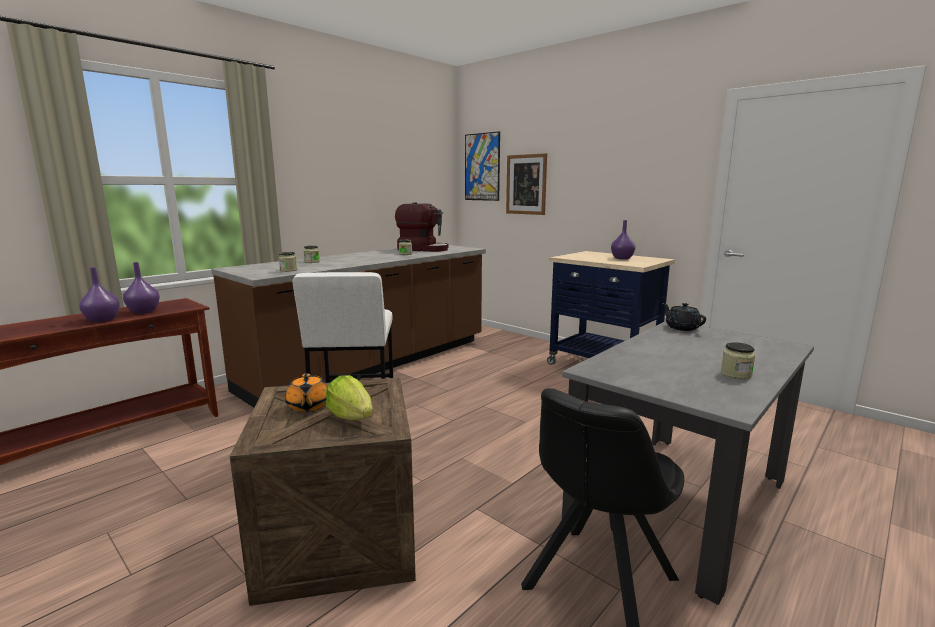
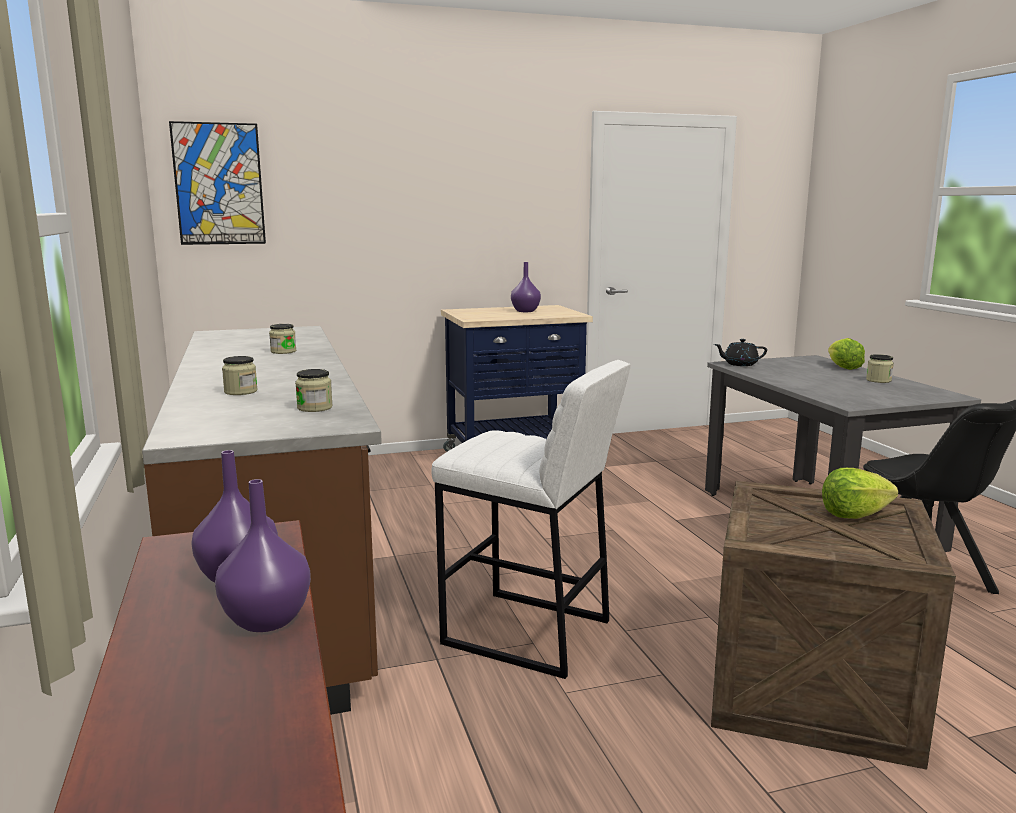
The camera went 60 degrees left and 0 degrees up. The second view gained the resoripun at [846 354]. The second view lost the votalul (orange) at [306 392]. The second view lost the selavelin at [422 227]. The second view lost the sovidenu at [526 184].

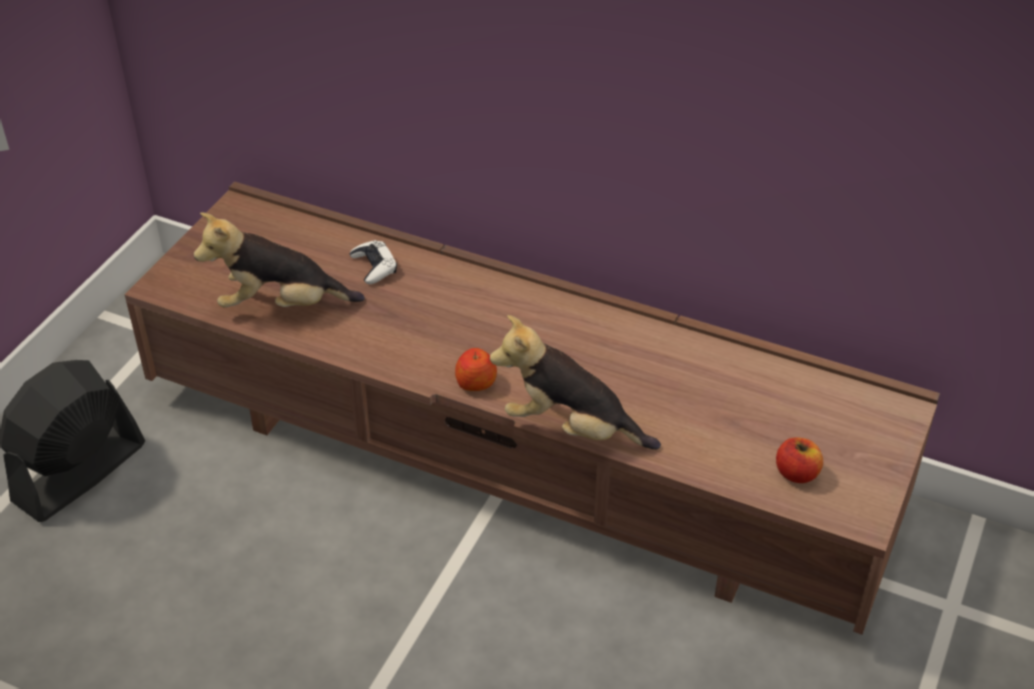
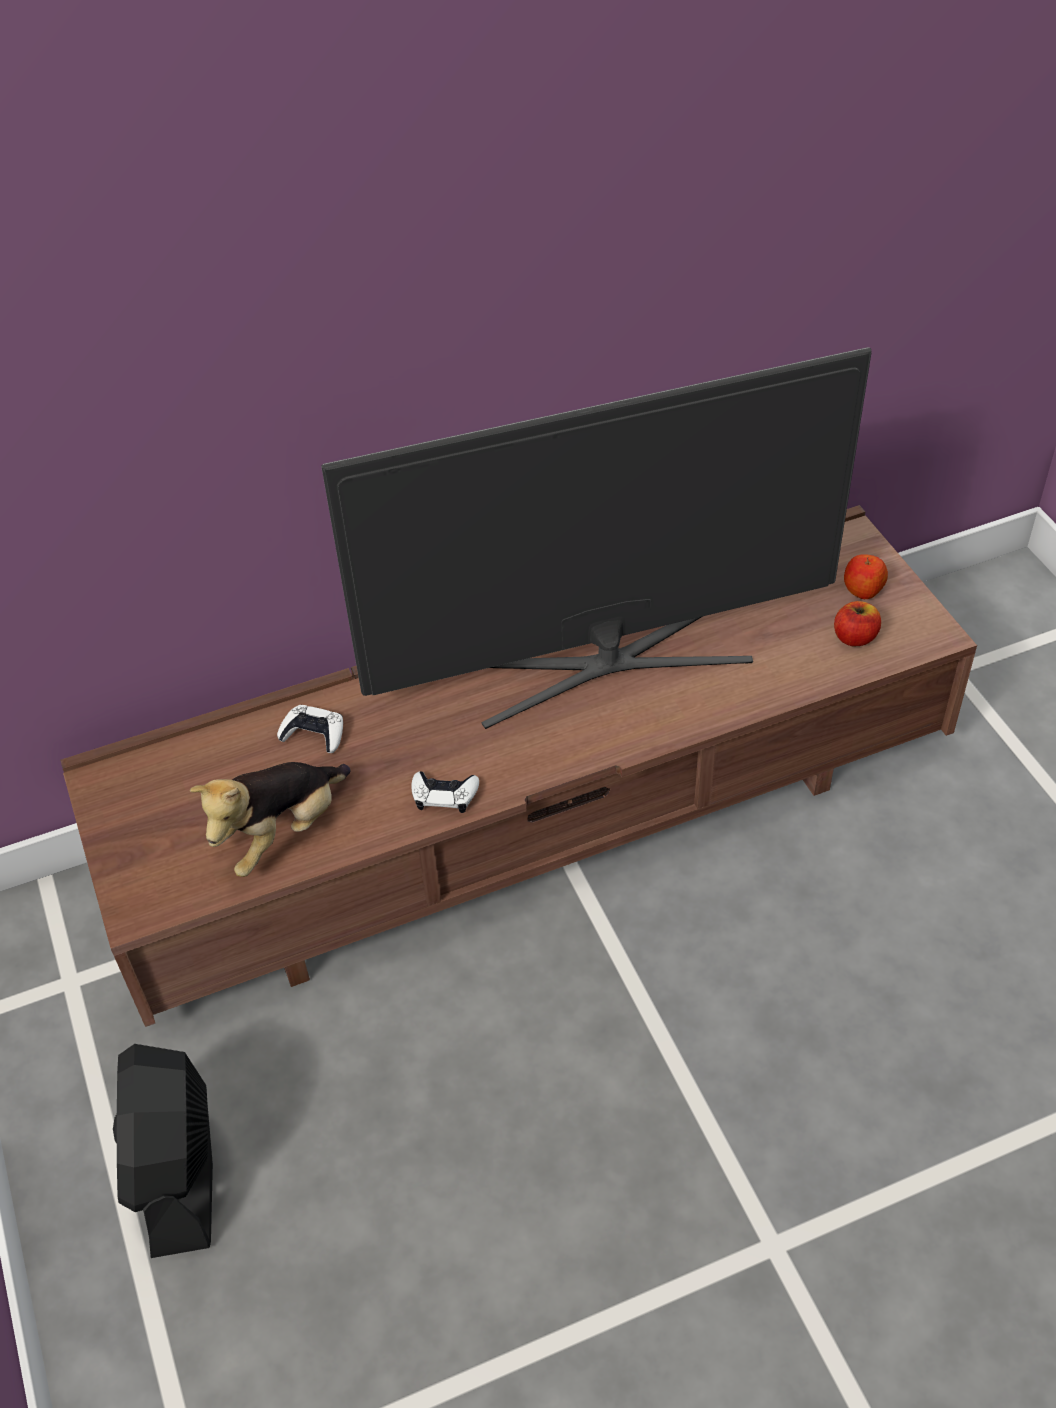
The camera went 45 degrees left and 5 degrees up. The second view gained the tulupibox at [596 538]. The second view gained the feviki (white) at [445 792]. The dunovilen ended up elsewhere, having gone from [476 369] to [866 576]. The second view lost the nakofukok at [575 382].

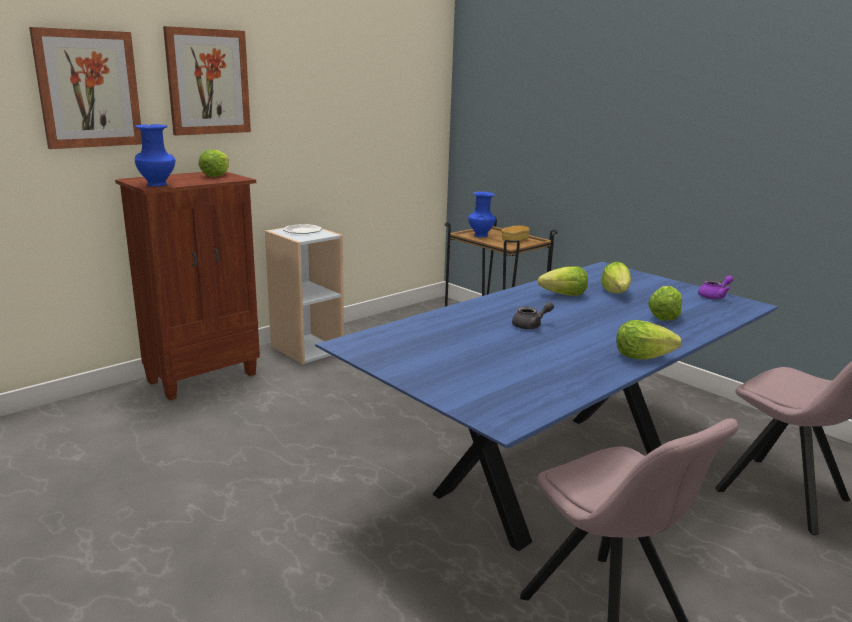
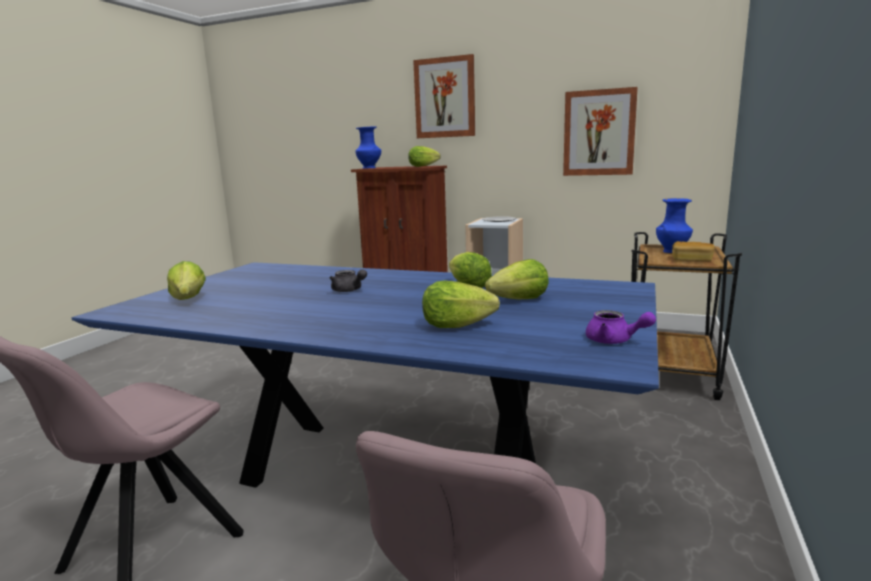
The camera went 65 degrees right and 5 degrees down. The resoripun ended up elsewhere, having gone from [648 339] to [186 280]. The sovidenu ended up elsewhere, having gone from [85 88] to [600 131].

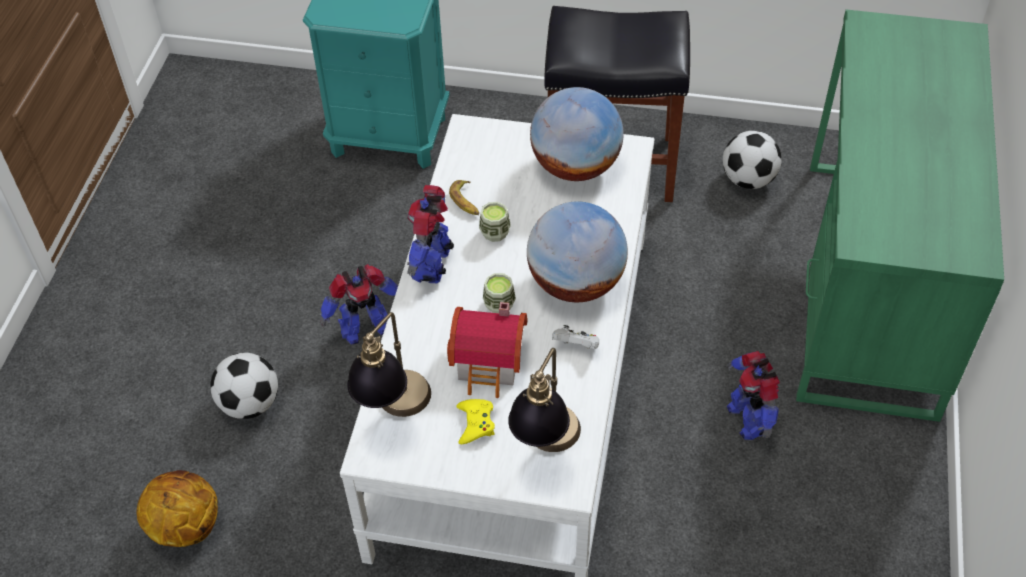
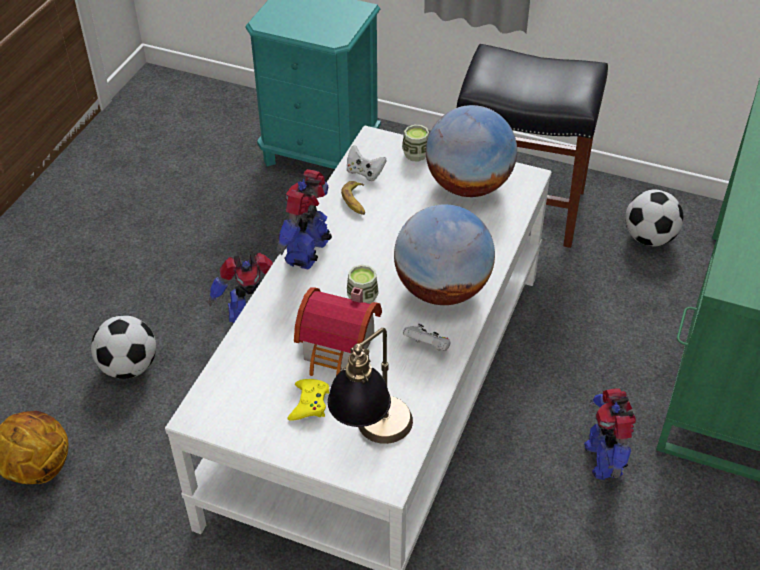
The camera went 10 degrees right and 5 degrees down. The second view gained the feviki (white) at [367 163]. The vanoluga ended up elsewhere, having gone from [495 222] to [415 143]. The second view lost the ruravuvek at [389 364].

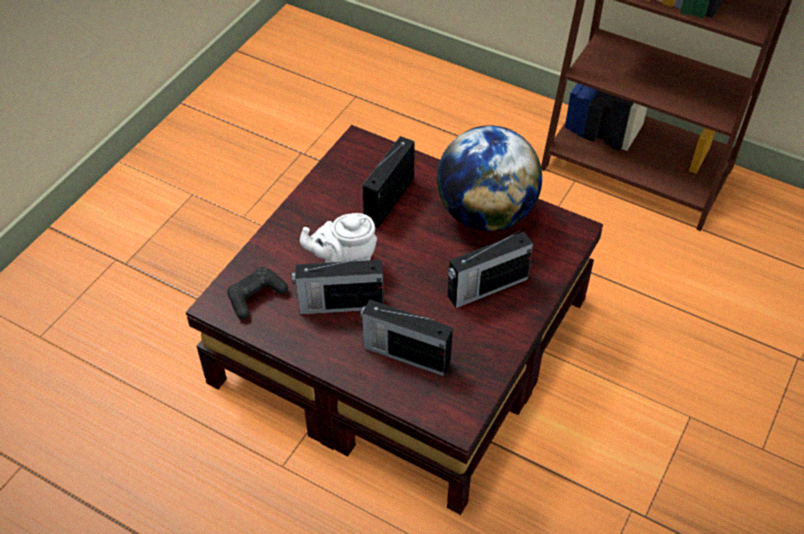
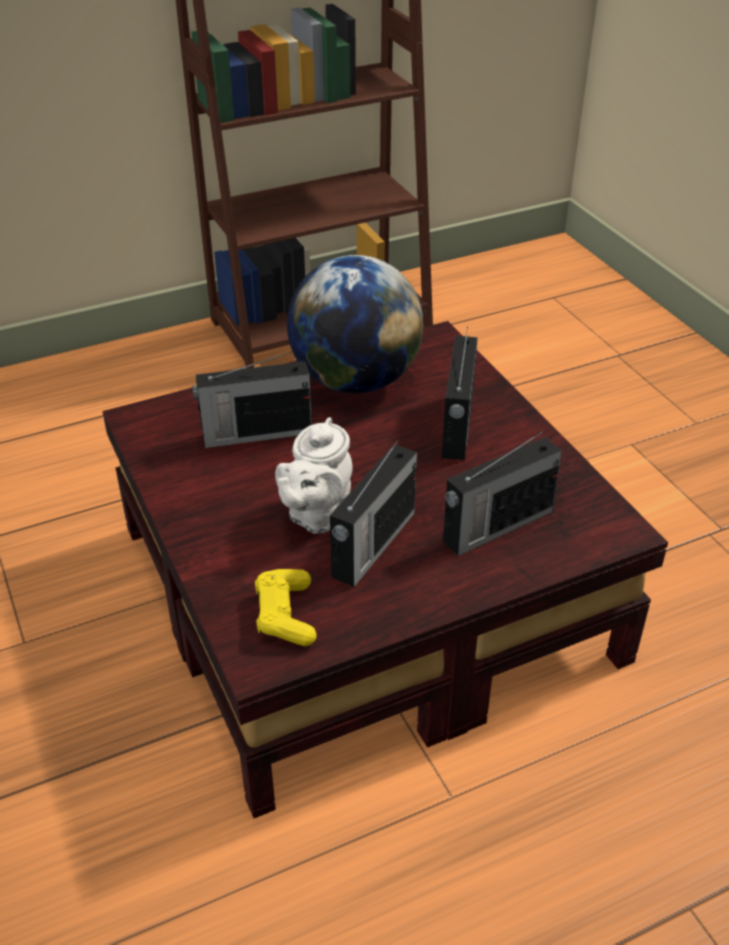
The camera went 55 degrees left and 10 degrees down. The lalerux at [388 182] ended up facing another way, 75 degrees counterclockwise from before. What was the feviki (black) at [257 293] turned into the feviki (yellow) at [286 607].

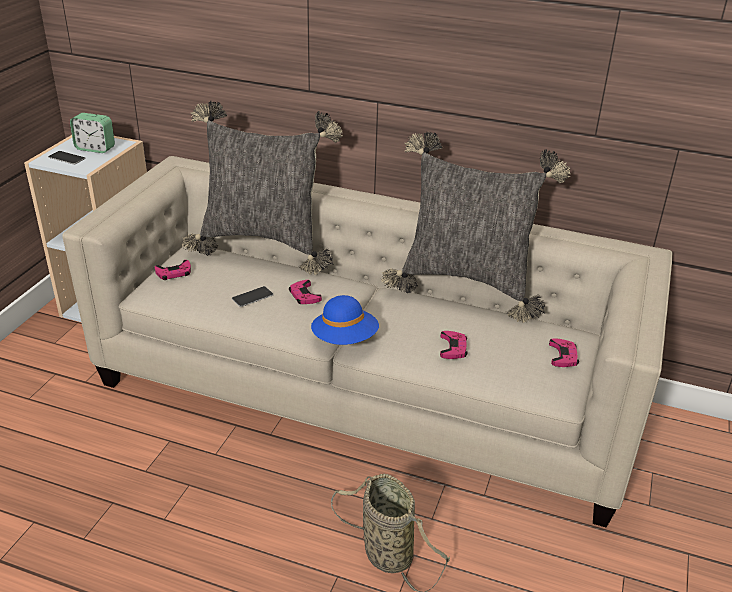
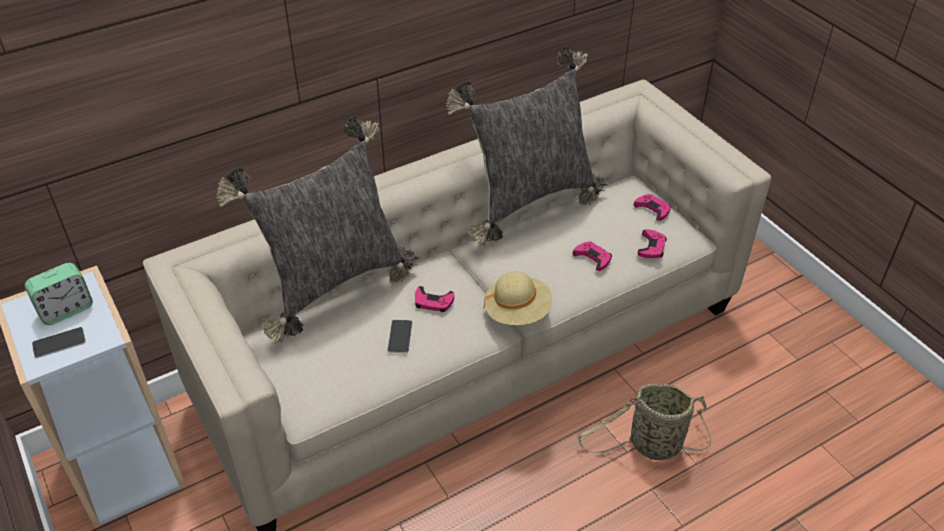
The camera went 50 degrees left and 10 degrees up. What was the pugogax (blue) at [345 320] turned into the pugogax (beige) at [518 298]. The feviki (pink) ended up elsewhere, having gone from [173 270] to [652 243].

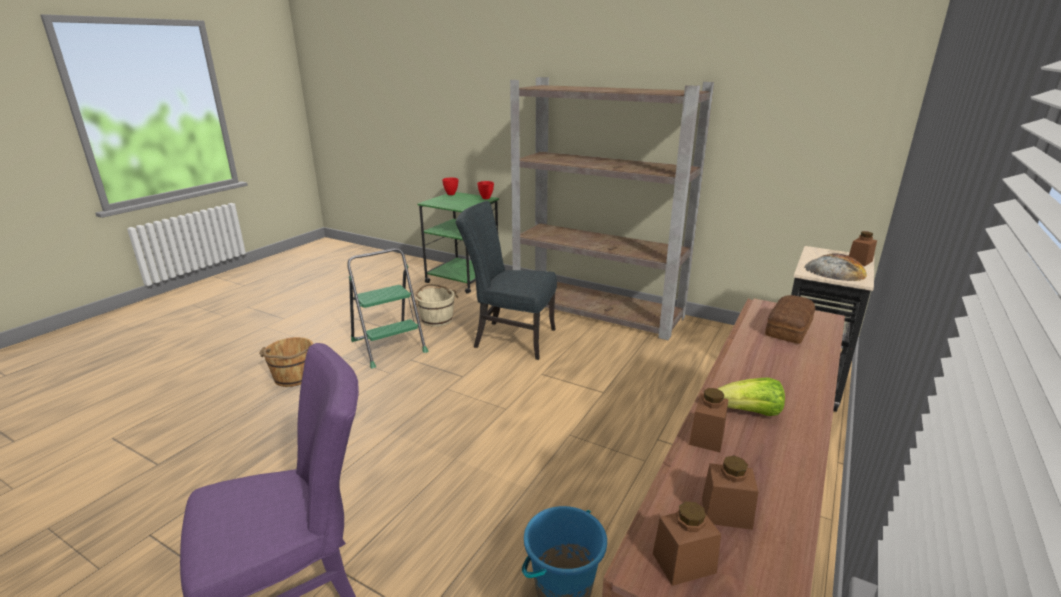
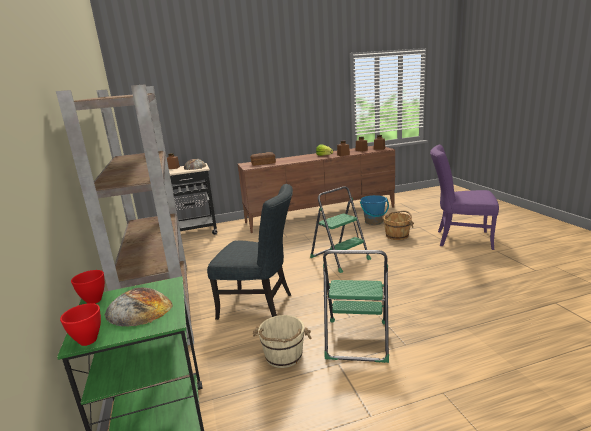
The camera went 135 degrees left and 5 degrees down. The second view gained the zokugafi at [139 307]. The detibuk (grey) at [506 280] ended up facing another way, 45 degrees counterclockwise from before. The second view gained the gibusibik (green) at [340 229]. The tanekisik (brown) ended up elsewhere, having gone from [286 362] to [398 225].

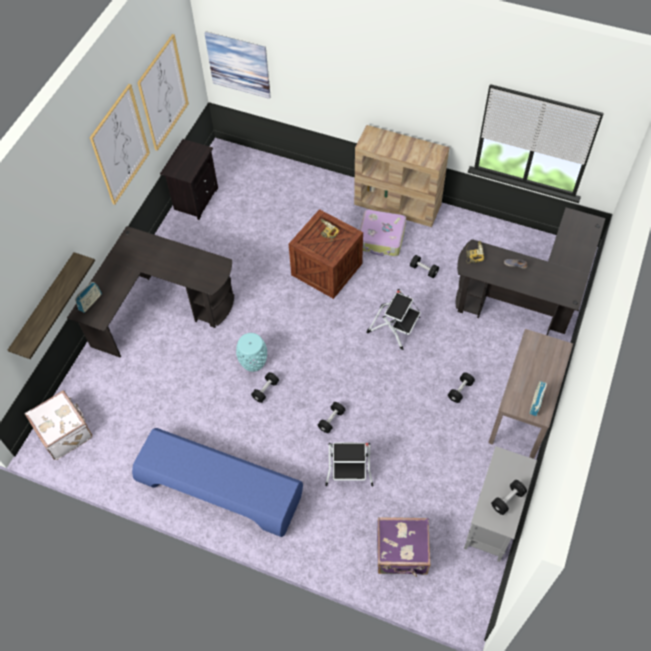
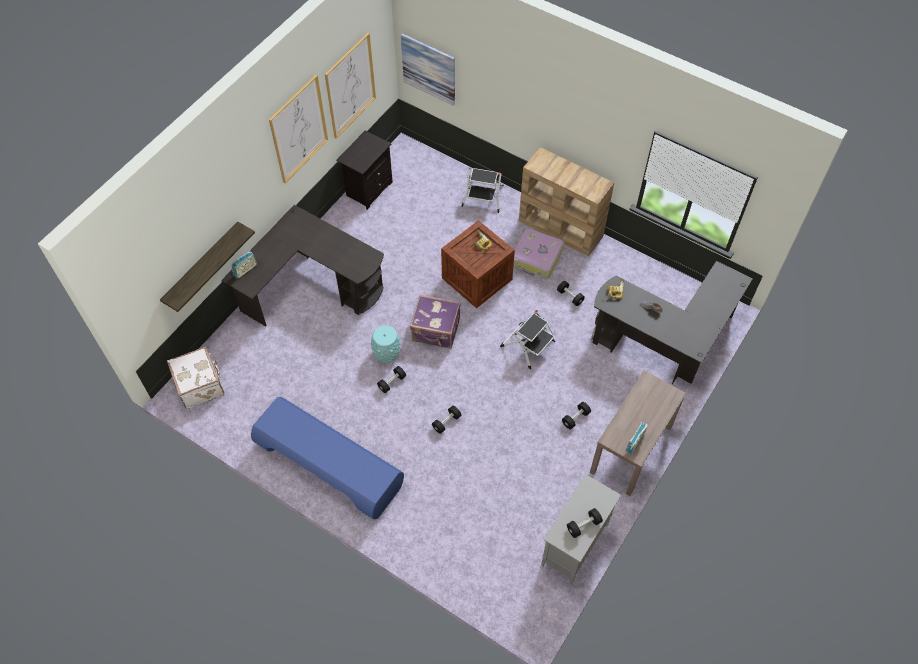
The camera went 10 degrees right and 0 degrees up. The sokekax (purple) ended up elsewhere, having gone from [404 547] to [435 322]. The gibusibik ended up elsewhere, having gone from [349 464] to [483 190].

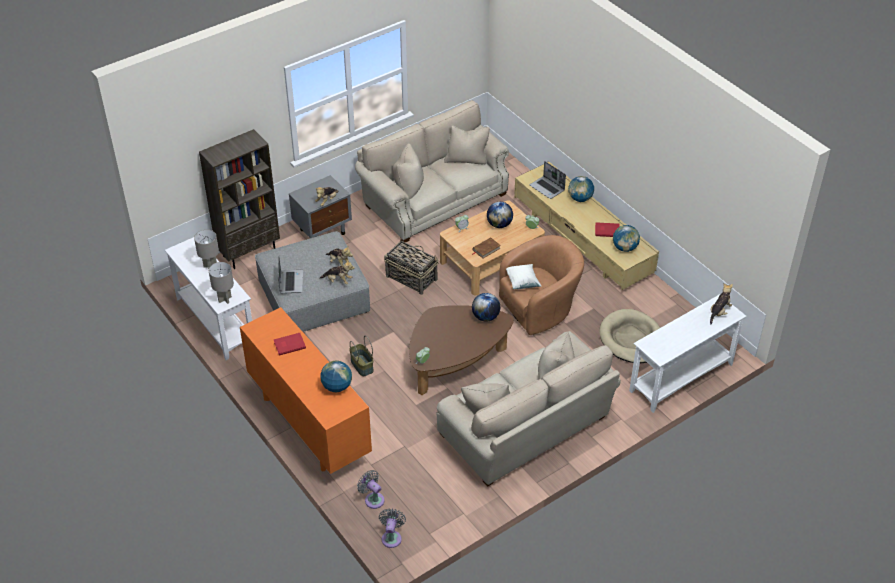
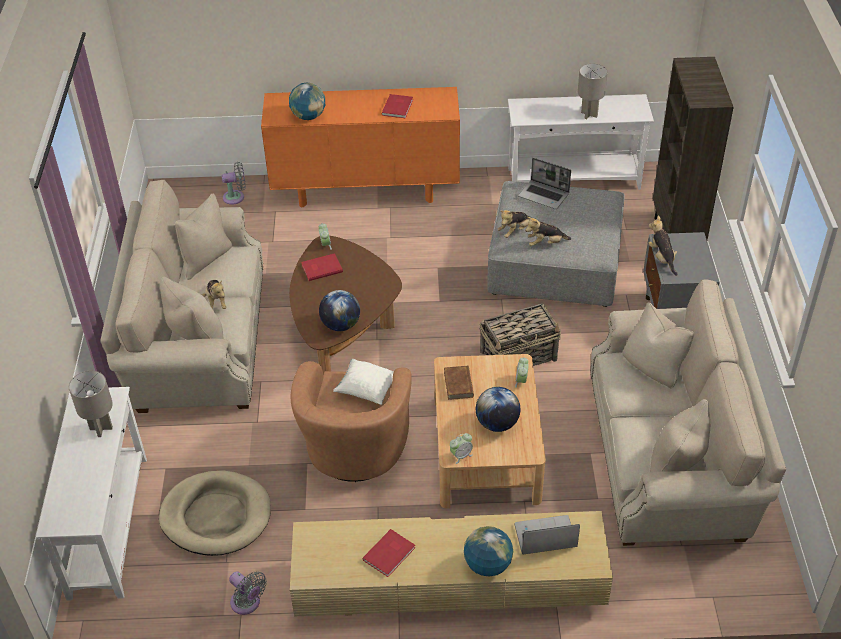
The camera went 125 degrees right and 0 degrees up. The ruravuvek (grey) ended up elsewhere, having gone from [221 283] to [91 404]. The nakofukok ended up elsewhere, having gone from [721 303] to [214 294]. The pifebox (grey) ended up elsewhere, having gone from [392 528] to [248 593]. The second view gained the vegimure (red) at [322 267]. The second view lost the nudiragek at [361 355]. The second view lost the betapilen at [626 238].

